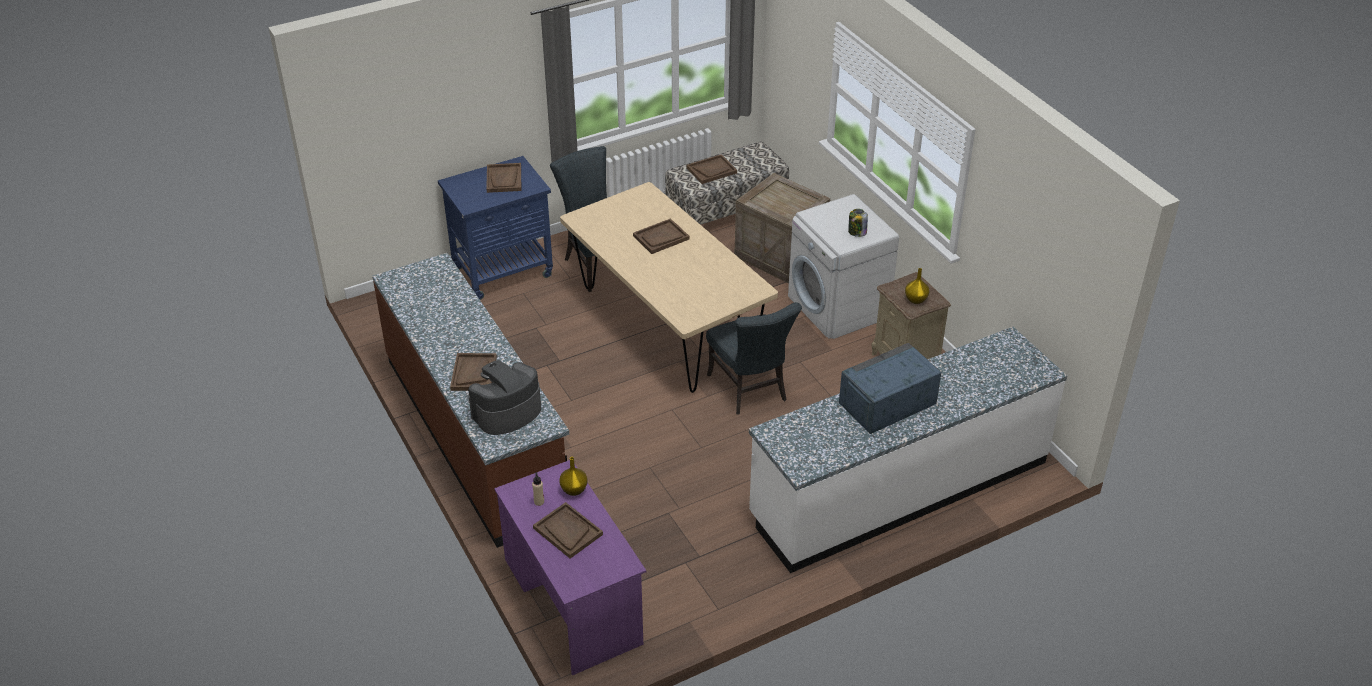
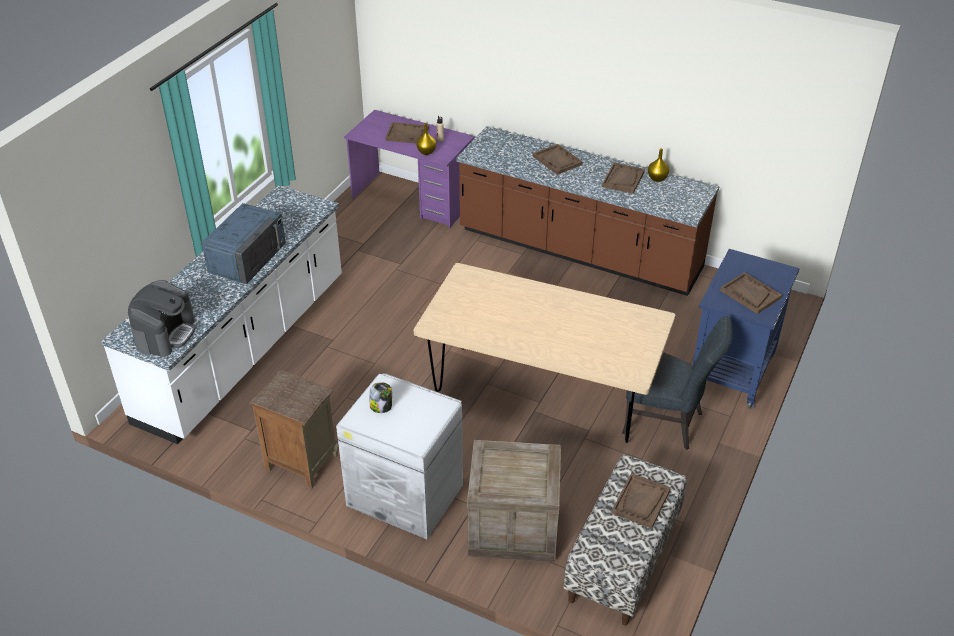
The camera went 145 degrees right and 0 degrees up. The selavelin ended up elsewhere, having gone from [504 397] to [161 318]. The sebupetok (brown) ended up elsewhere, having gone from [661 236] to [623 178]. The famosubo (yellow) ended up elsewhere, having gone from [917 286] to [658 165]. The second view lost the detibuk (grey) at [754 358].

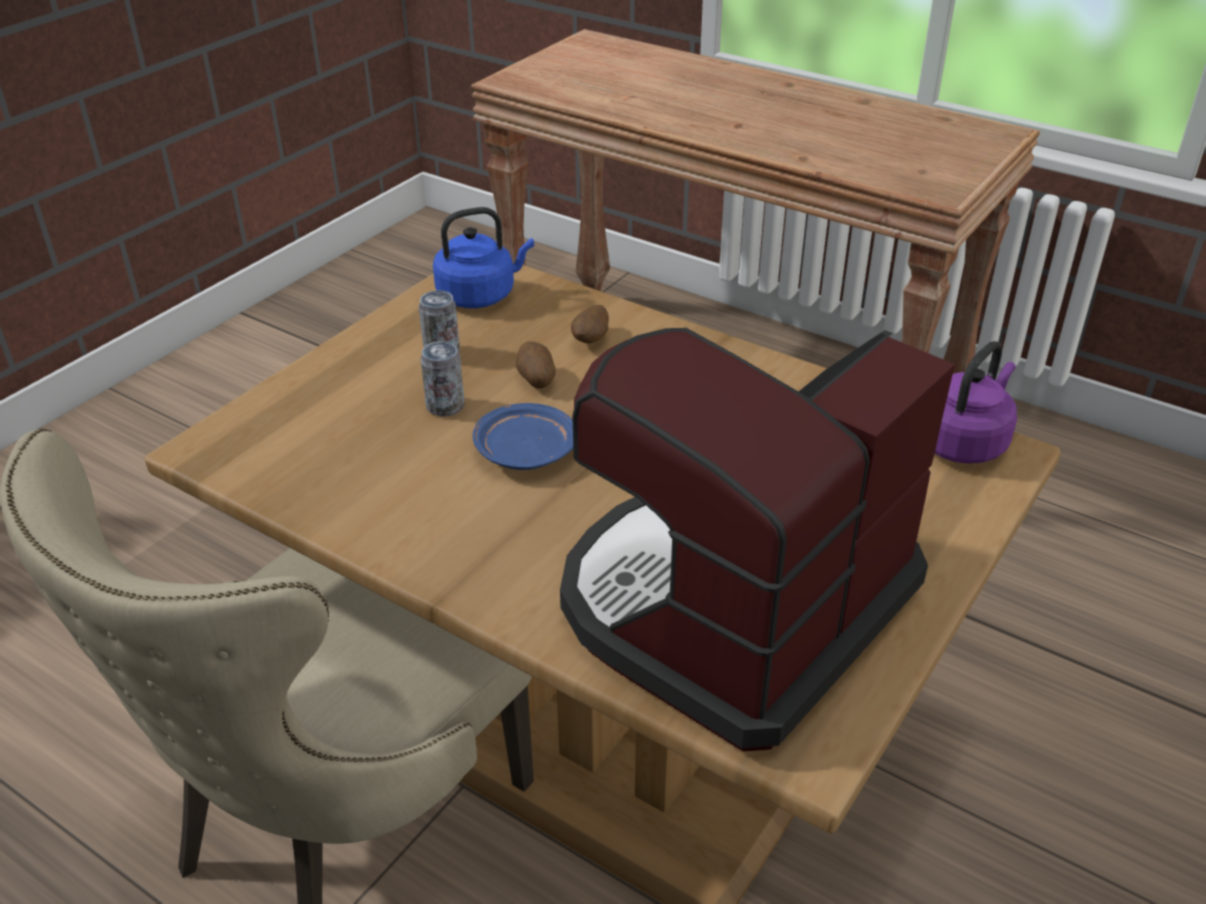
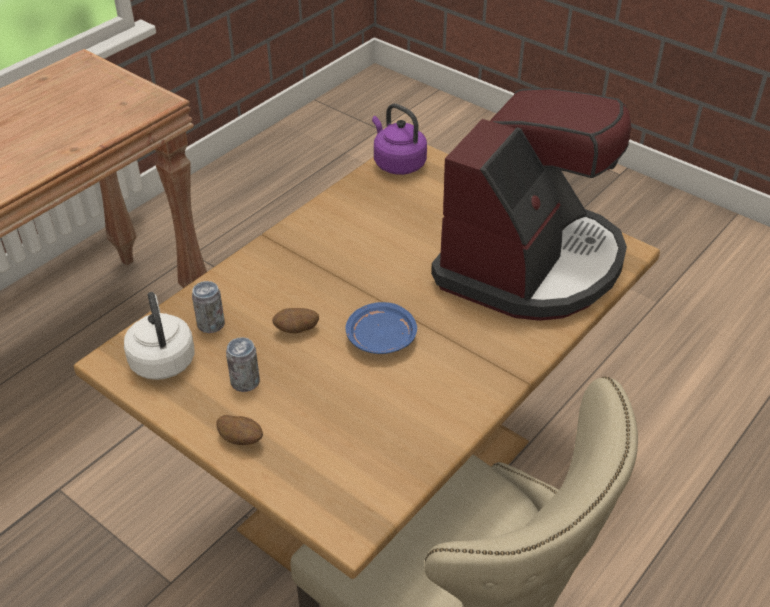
The camera went 85 degrees left and 5 degrees up. What was the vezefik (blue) at [483 257] turned into the vezefik (white) at [159 336]. The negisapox ended up elsewhere, having gone from [442 379] to [208 307]. The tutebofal ended up elsewhere, having gone from [590 324] to [239 430]. The selavelin at [757 540] ended up facing another way, 105 degrees counterclockwise from before.

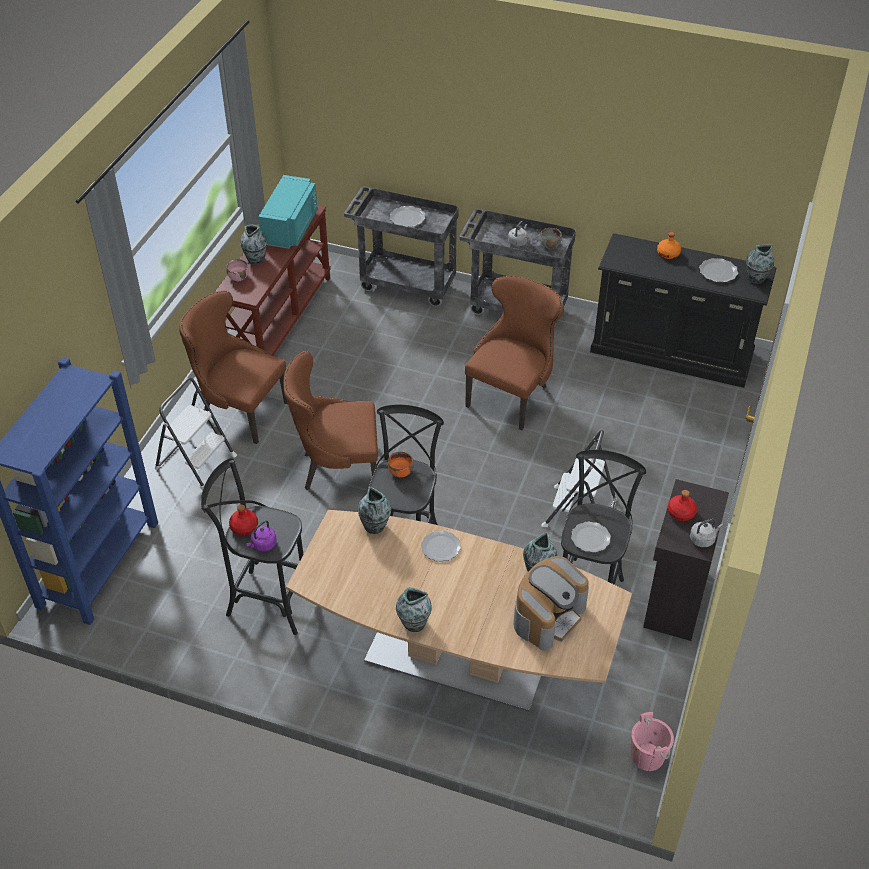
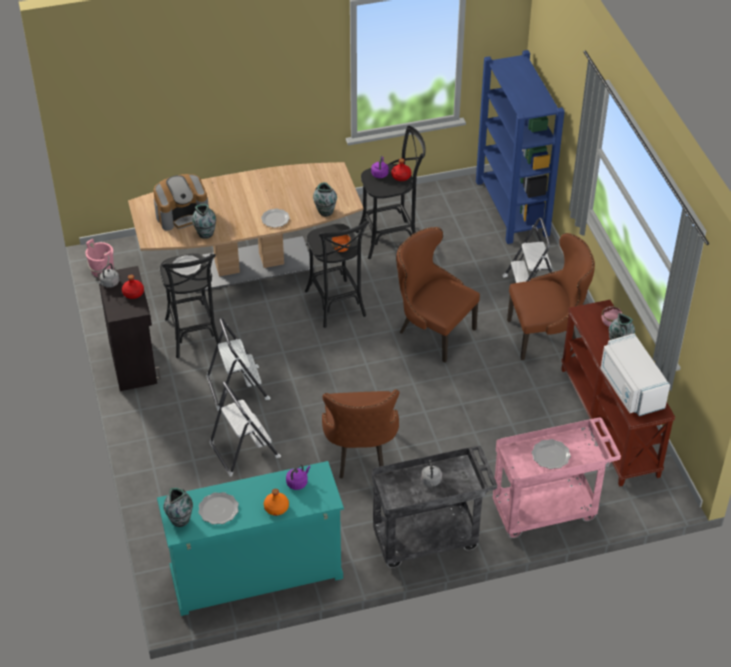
The camera went 145 degrees right and 0 degrees up. The selavelin at [551 603] ended up facing another way, 120 degrees counterclockwise from before. What was the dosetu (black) at [683 310] turned into the dosetu (turquoise) at [250 538]. The second view gained the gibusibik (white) at [245 429]. The second view gained the vezefik (purple) at [298 477]. The detibuk (brown) at [331 420] ended up facing another way, 105 degrees counterclockwise from before. What was the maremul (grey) at [401 246] turned into the maremul (pink) at [557 477]. What was the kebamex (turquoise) at [288 212] turned into the kebamex (white) at [635 374]. The second view lost the famosubo at [414 609]. The second view lost the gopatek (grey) at [551 238].

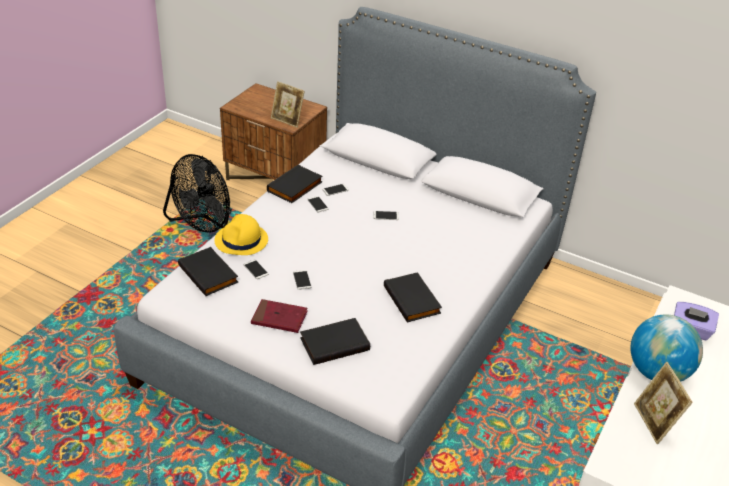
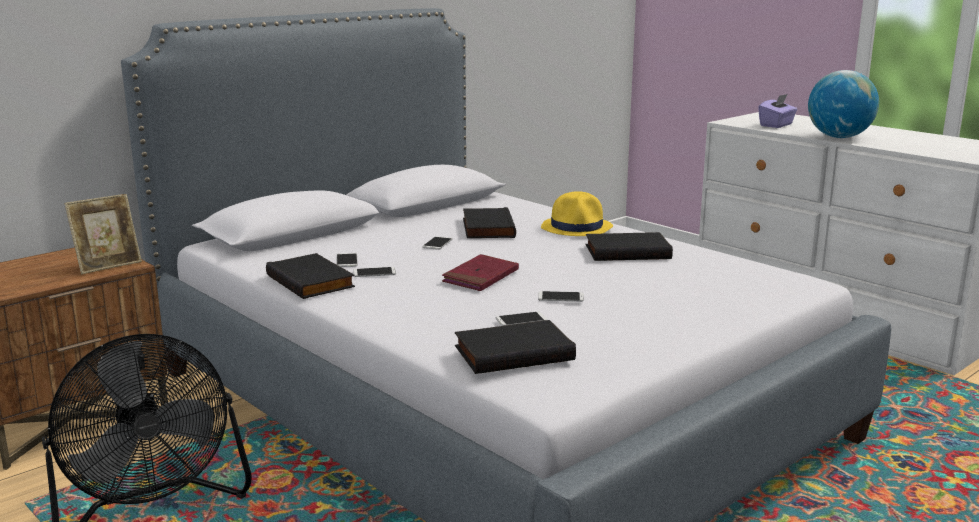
The camera went 70 degrees left and 20 degrees down. The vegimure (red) ended up elsewhere, having gone from [279 316] to [480 272]. The vegimure (black) ended up elsewhere, having gone from [335 341] to [489 222]. The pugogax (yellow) ended up elsewhere, having gone from [241 234] to [577 213]. The second view lost the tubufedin at [663 403].

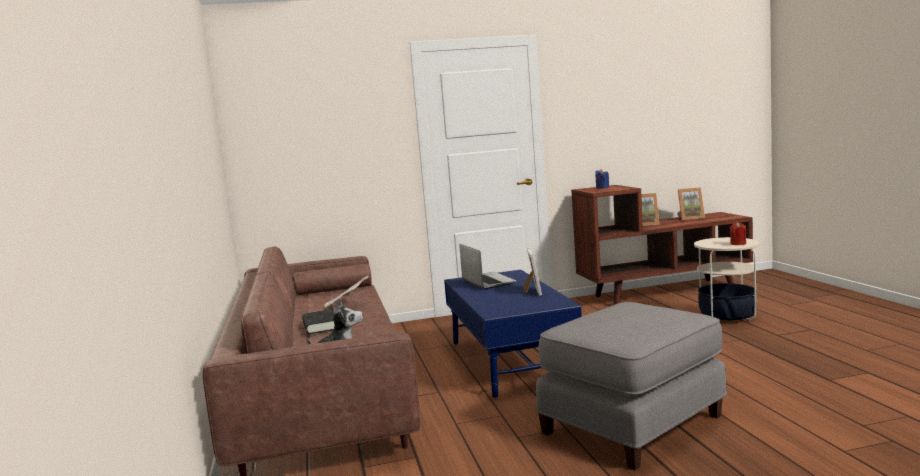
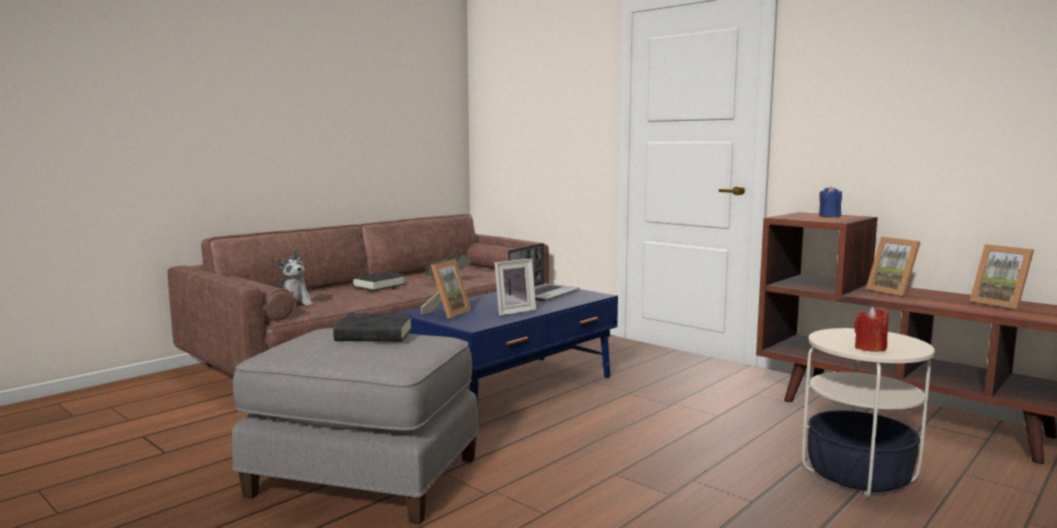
The camera went 55 degrees right and 0 degrees up. The second view gained the vegimure (black) at [373 327]. The second view gained the tubufedin at [446 289].

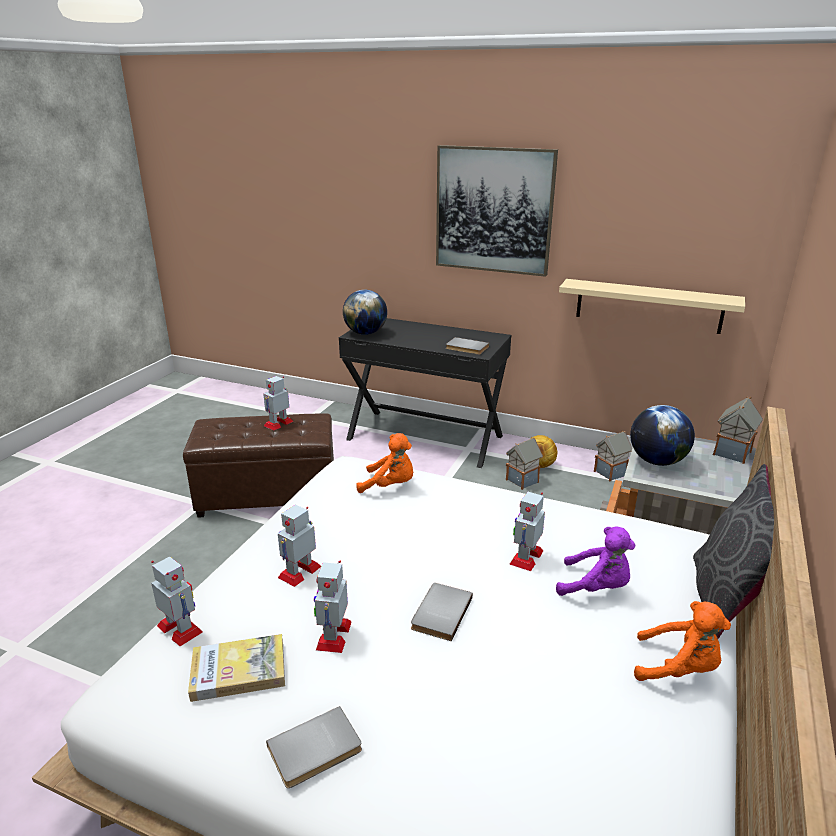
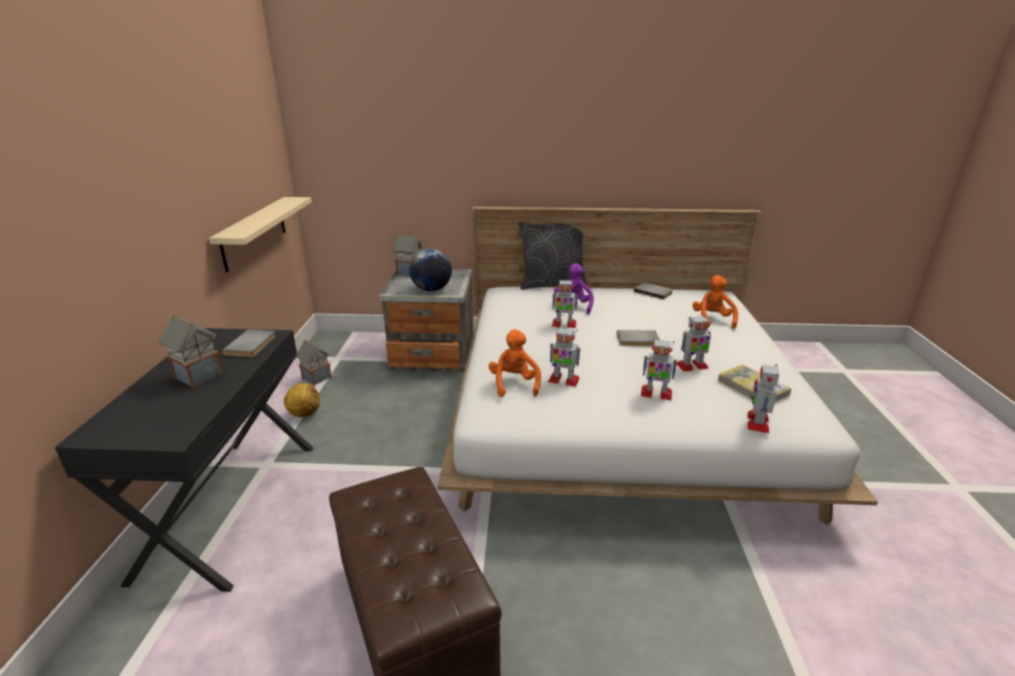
The camera went 110 degrees left and 0 degrees up. The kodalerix ended up elsewhere, having gone from [524 463] to [191 352]. The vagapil ended up elsewhere, having gone from [278 403] to [564 357]. The vegimure (grey) ended up elsewhere, having gone from [314 747] to [653 290]. The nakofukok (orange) ended up elsewhere, having gone from [682 641] to [715 302]. The second view lost the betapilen at [365 312]. The second view lost the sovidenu at [497 211].

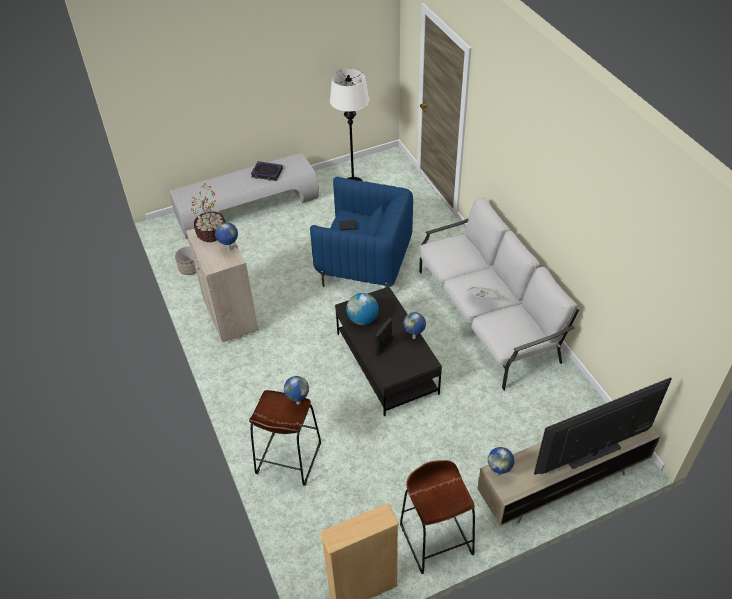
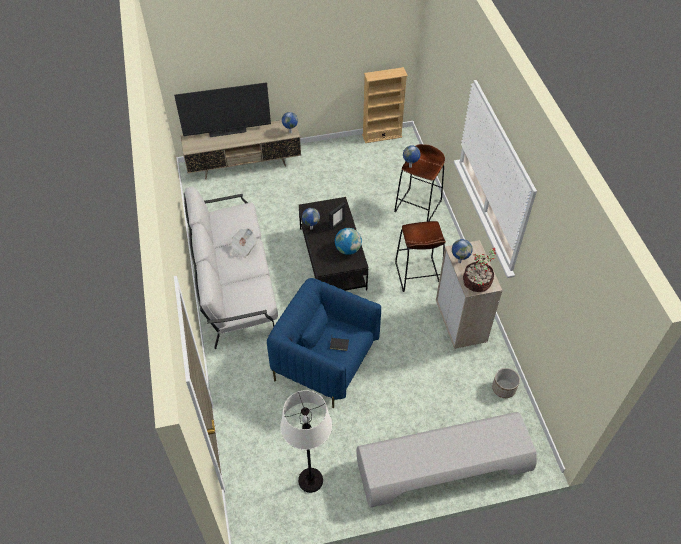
The camera went 170 degrees left and 5 degrees up. The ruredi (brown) ended up elsewhere, having gone from [437 517] to [420 256]. The second view lost the vegimure at [267 171].

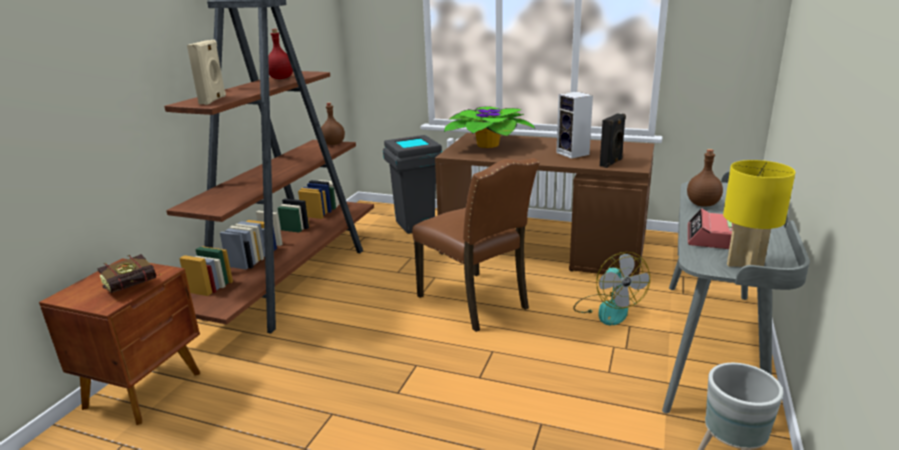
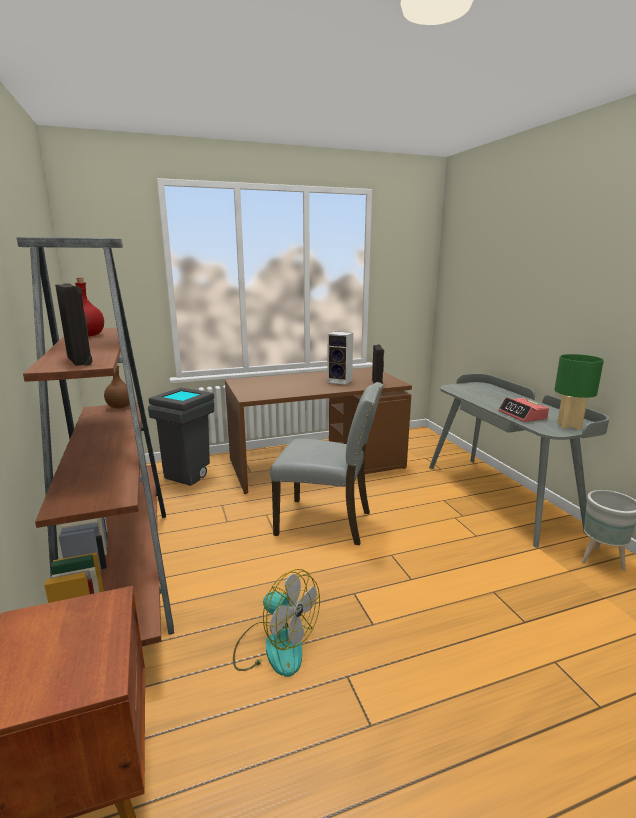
The camera went 40 degrees left and 5 degrees down. What was the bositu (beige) at [206 72] turned into the bositu (black) at [74 324]. The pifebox ended up elsewhere, having gone from [611 289] to [276 623]. What was the detibuk (brown) at [476 245] turned into the detibuk (grey) at [327 463]. What was the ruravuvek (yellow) at [759 213] turned into the ruravuvek (green) at [579 392]. The second view lost the vegimure at [129 273]. The second view lost the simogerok at [489 127]. The second view lost the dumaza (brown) at [705 178].

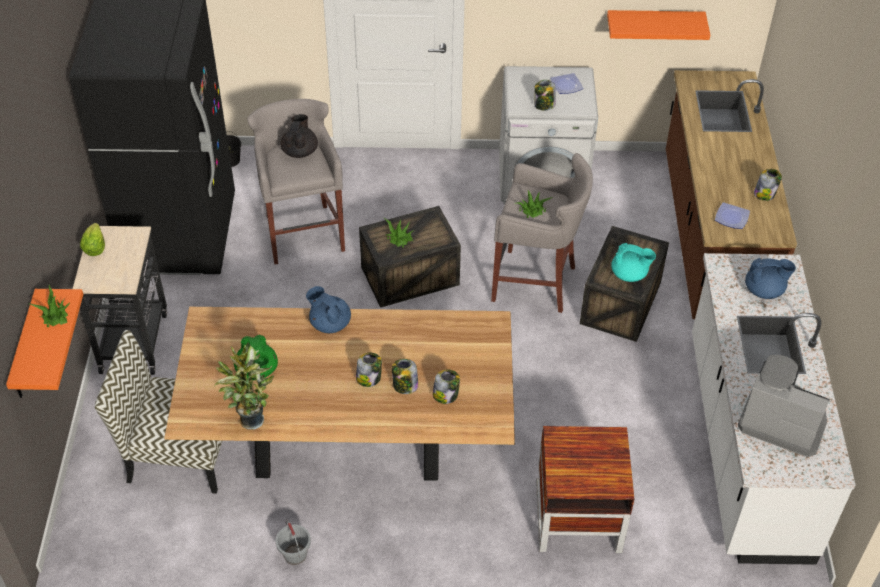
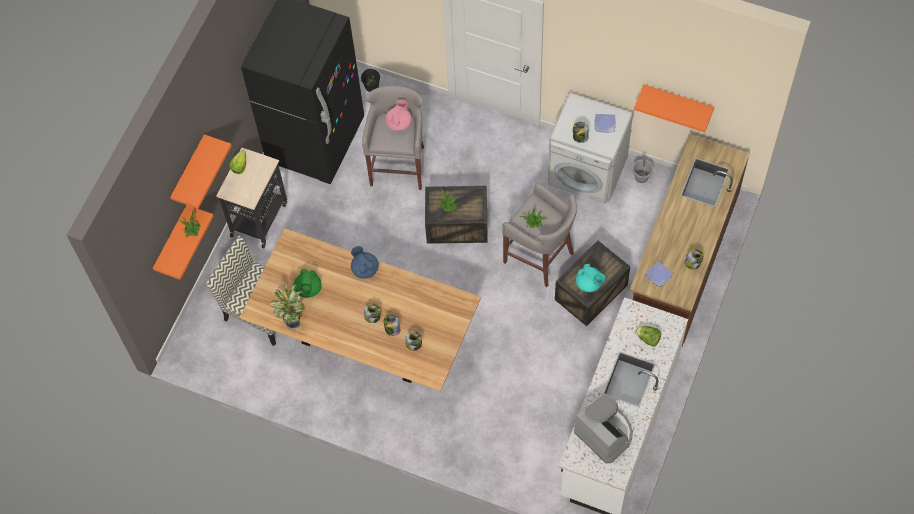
The camera went 25 degrees right and 15 degrees up. The second view gained the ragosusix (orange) at [201 171]. What was the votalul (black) at [299 136] turned into the votalul (pink) at [398 115]. The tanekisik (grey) ended up elsewhere, having gone from [293 542] to [642 169]. Where the votalul (blue) stood at [770 278], the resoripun came to stand at [648 336]. The second view lost the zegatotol at [585 489].

